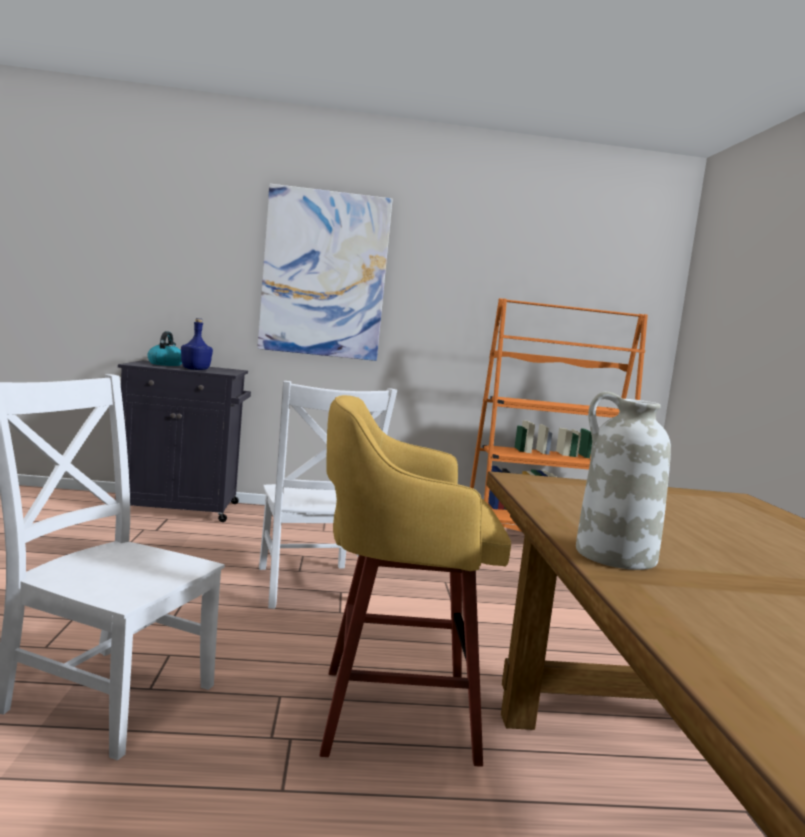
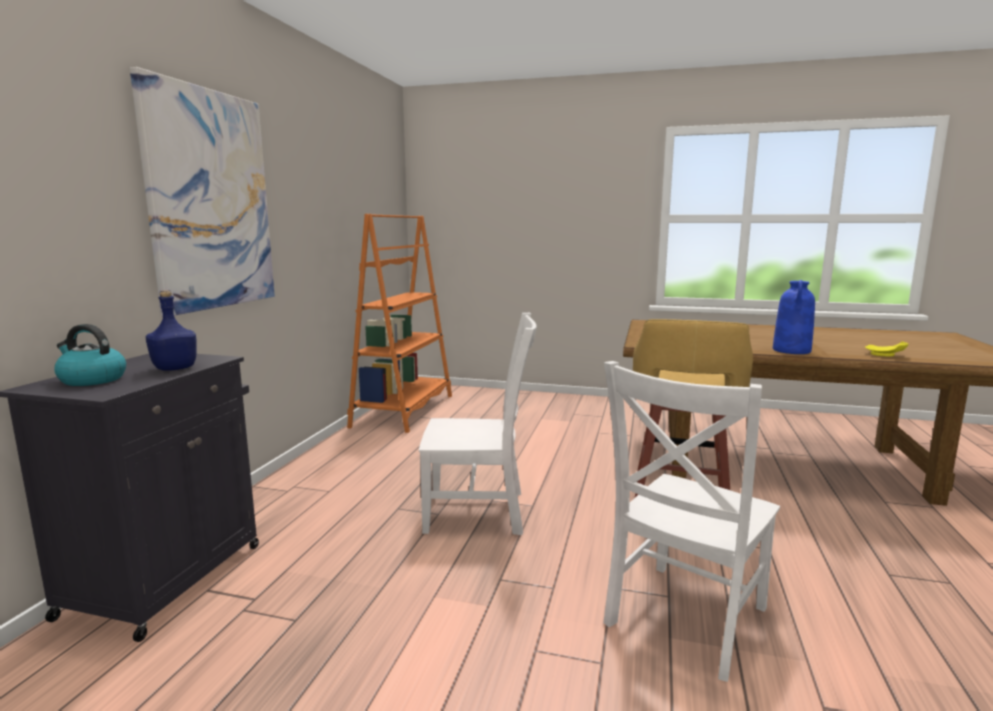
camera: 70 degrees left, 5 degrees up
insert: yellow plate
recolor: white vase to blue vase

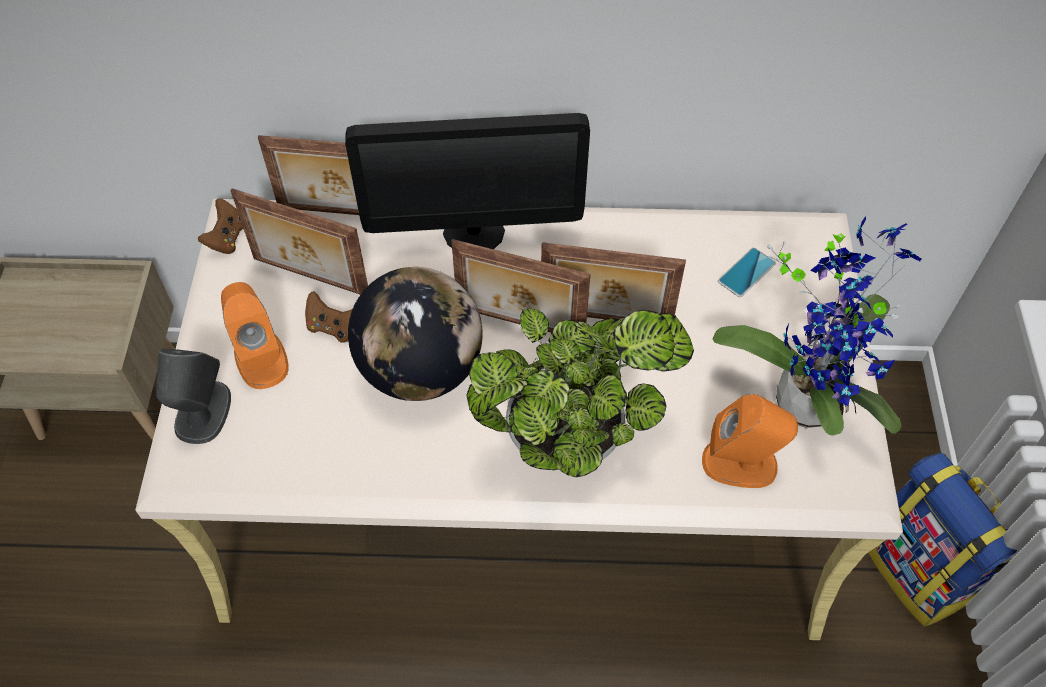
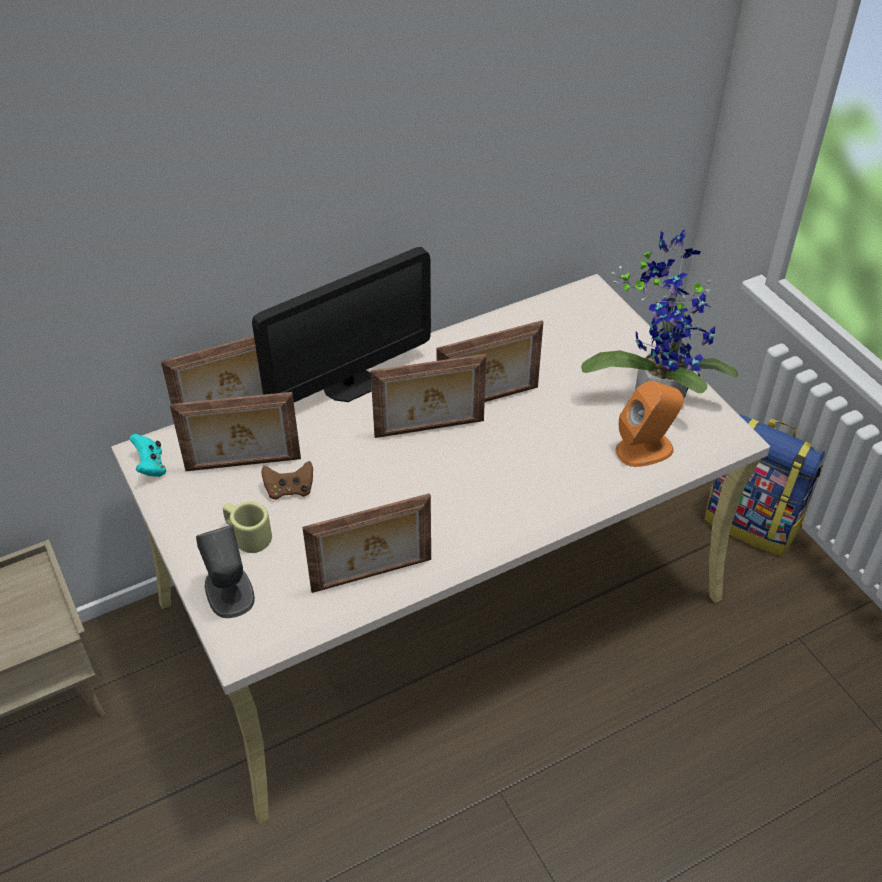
camera: 30 degrees left, 10 degrees down
delete: globe; potted plant (1st from left); phone
insert: picture frame (3rd from left)
replace: orange speaker (1st from left) to beige mug
recolor: brown game controller (1st from left) to turquoise game controller

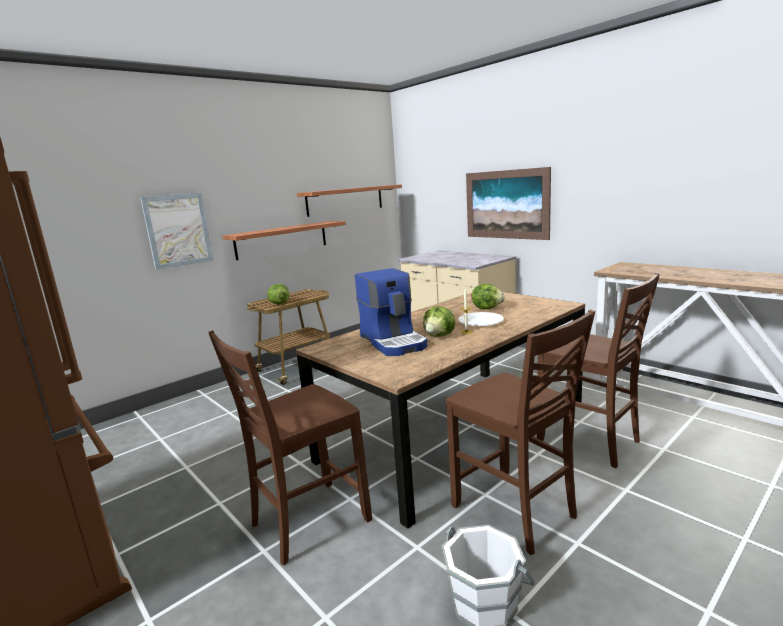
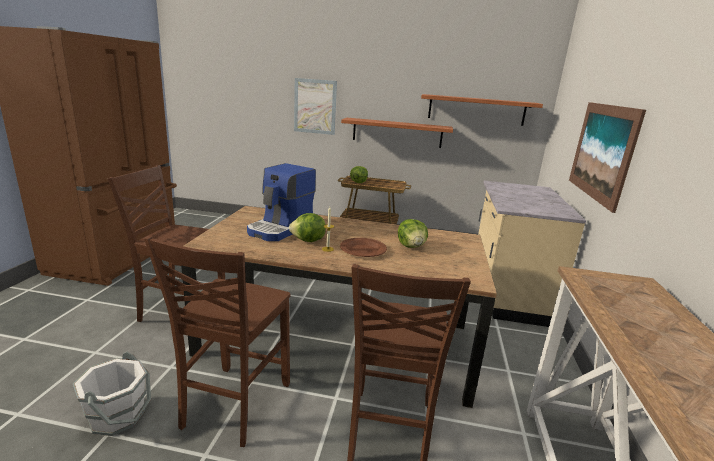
camera: 50 degrees right, 5 degrees up
recolor: white plate to brown plate

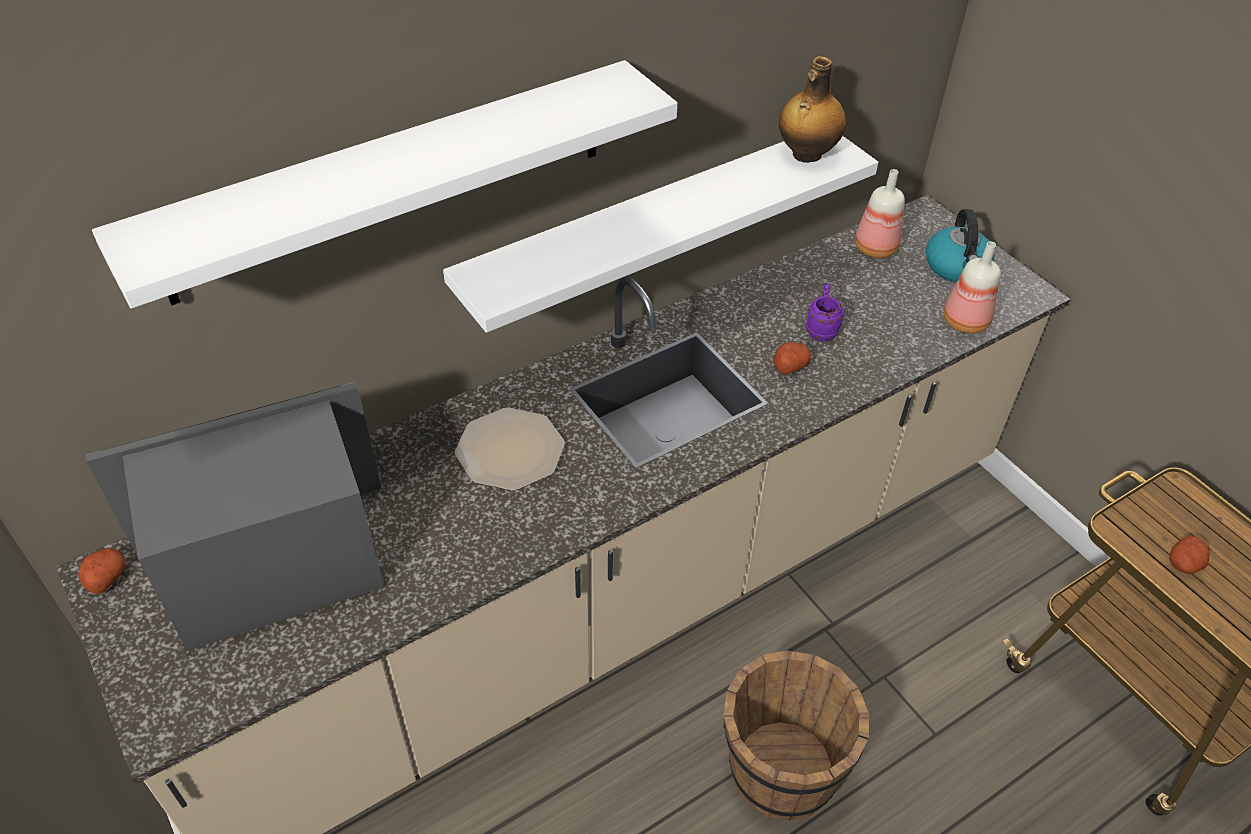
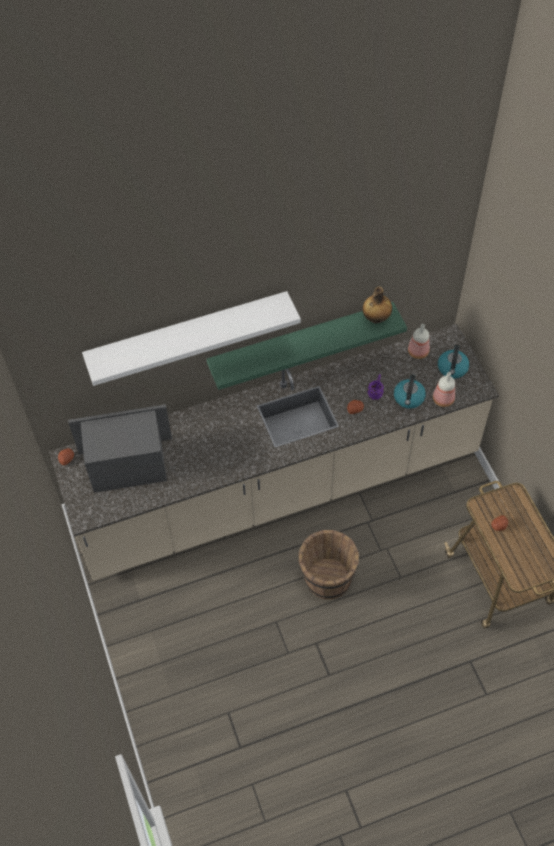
camera: 15 degrees right, 10 degrees up
delete: plate
insert: kettle (1st from left)
recolor: white shelf (2nd from left) to green shelf

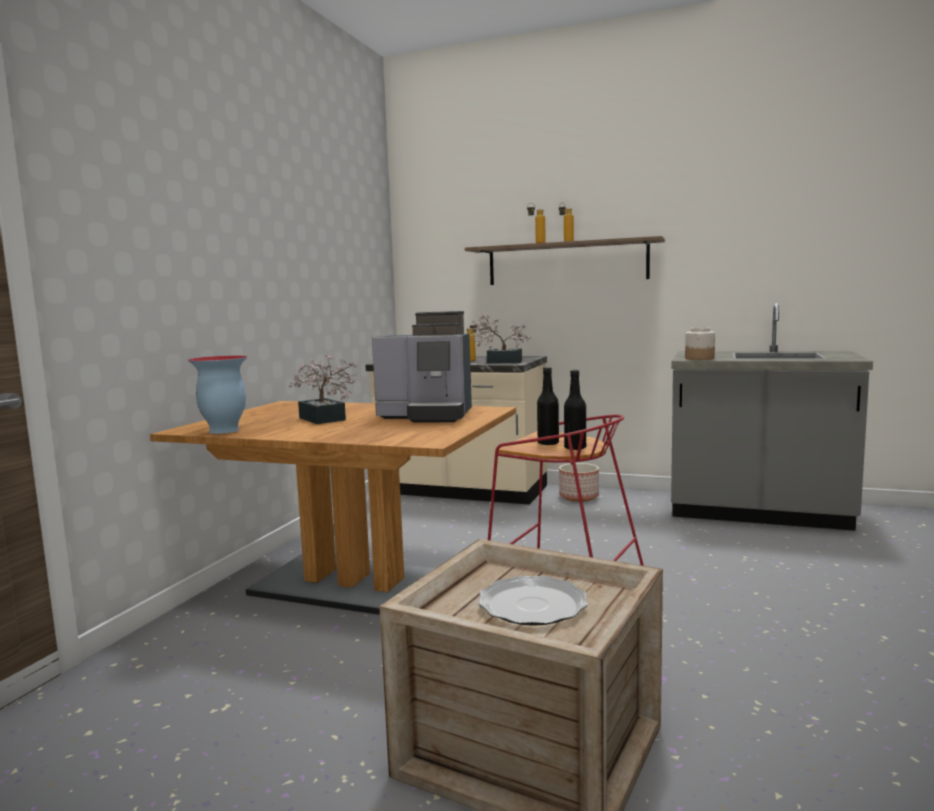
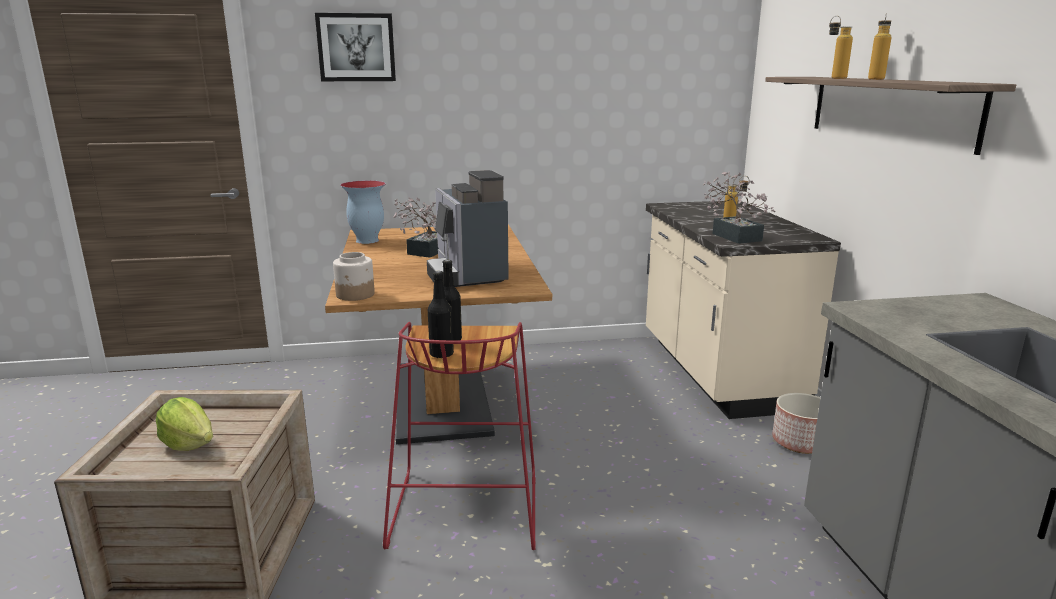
camera: 60 degrees right, 10 degrees up
insert: picture
move: jar
replace: plate to lettuce

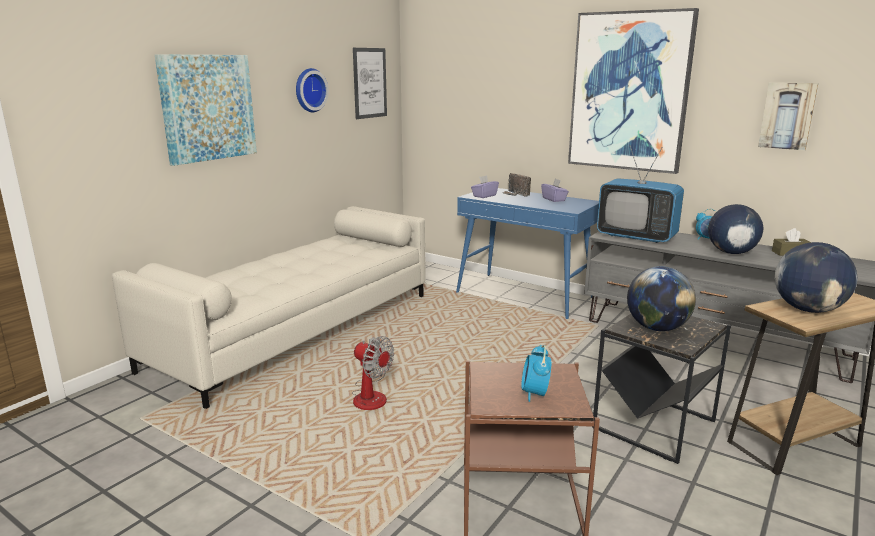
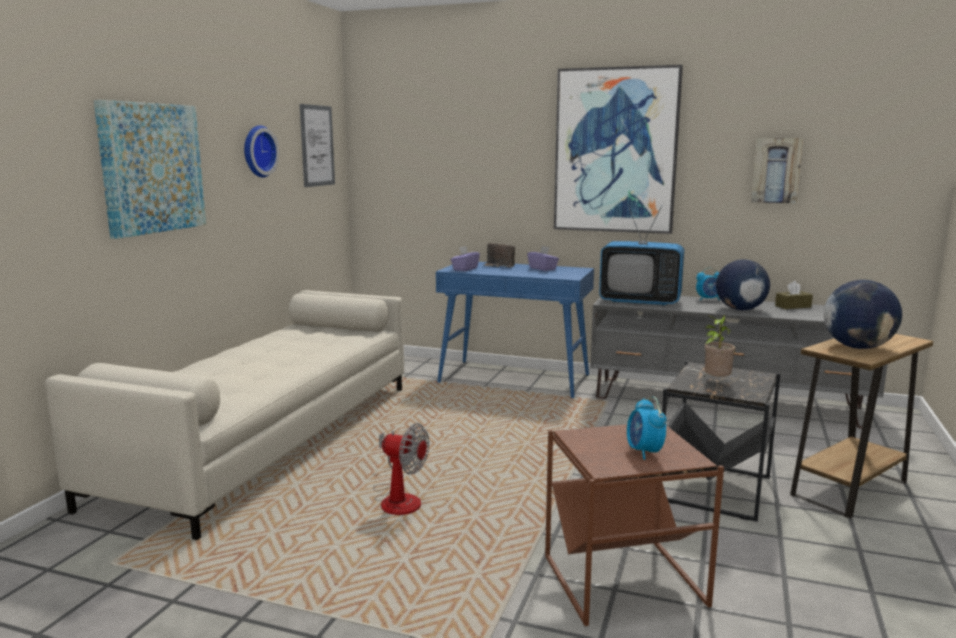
camera: 15 degrees left, 5 degrees down
replace: globe (1st from left) to potted plant

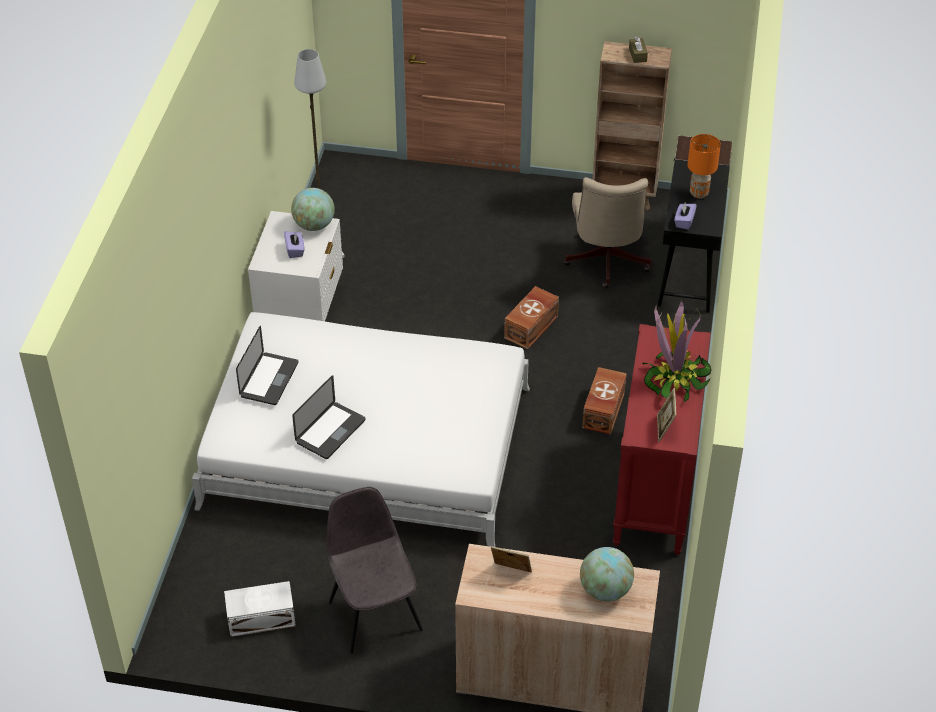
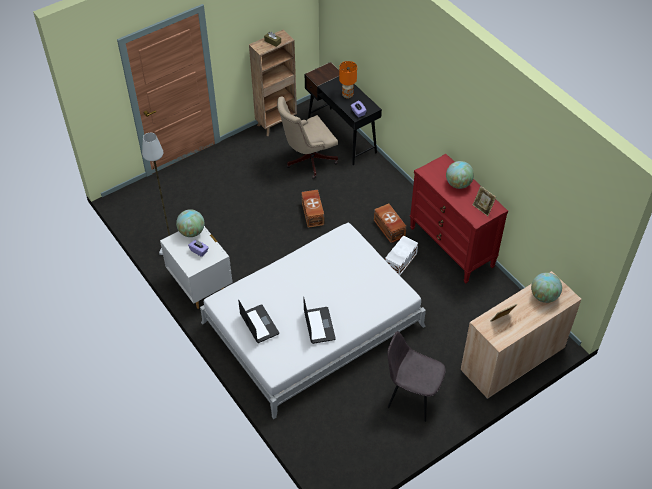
camera: 45 degrees left, 5 degrees up
move: white storage box
replace: potted plant to globe (2nd from left)
rotate: beige office chair 105 degrees clockwise

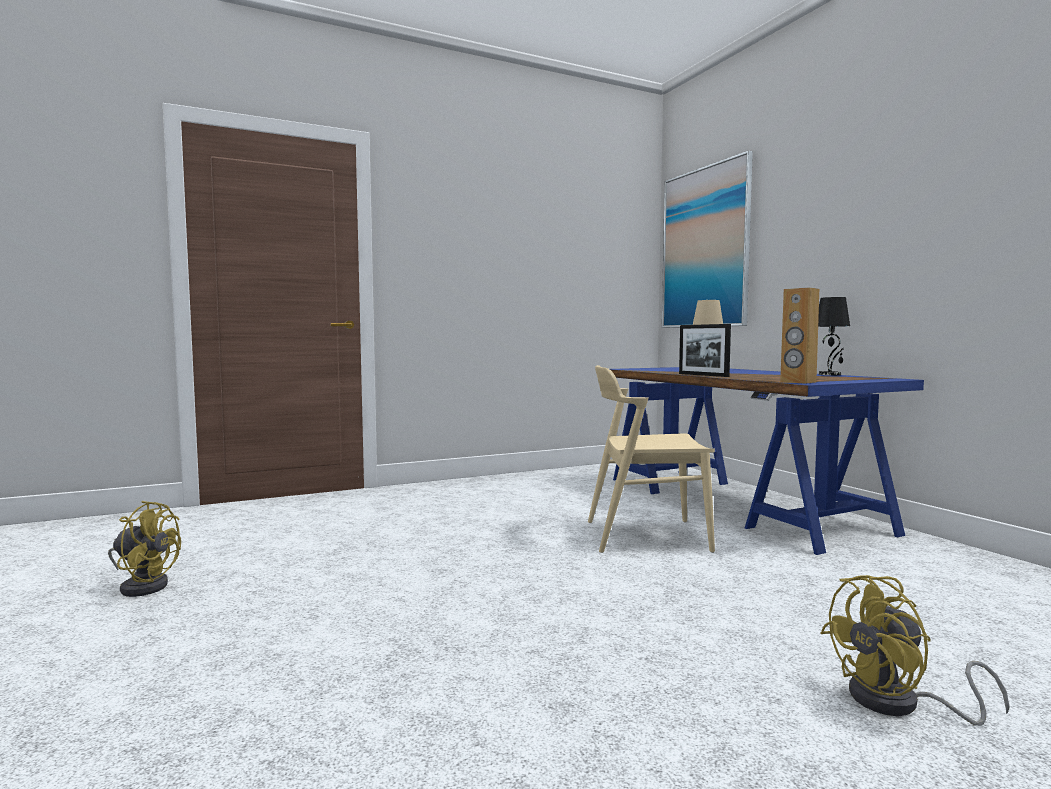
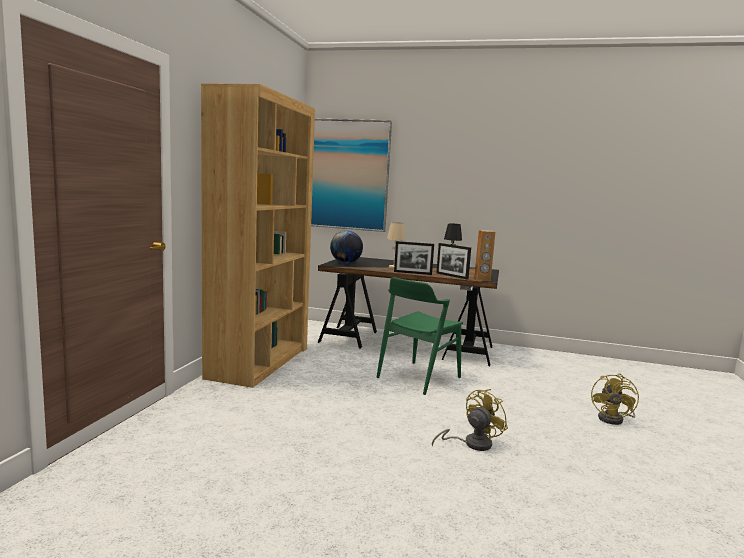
camera: 50 degrees left, 5 degrees up
insert: brown bookcase; globe; picture frame (2nd from left)
move: yellow fan (1st from left)
recolor: blue desk to black desk; beige chair to green chair

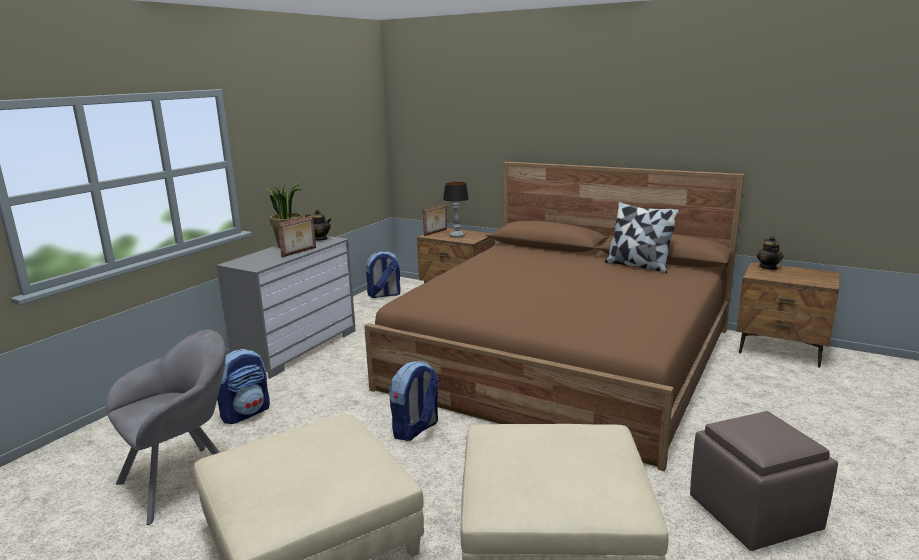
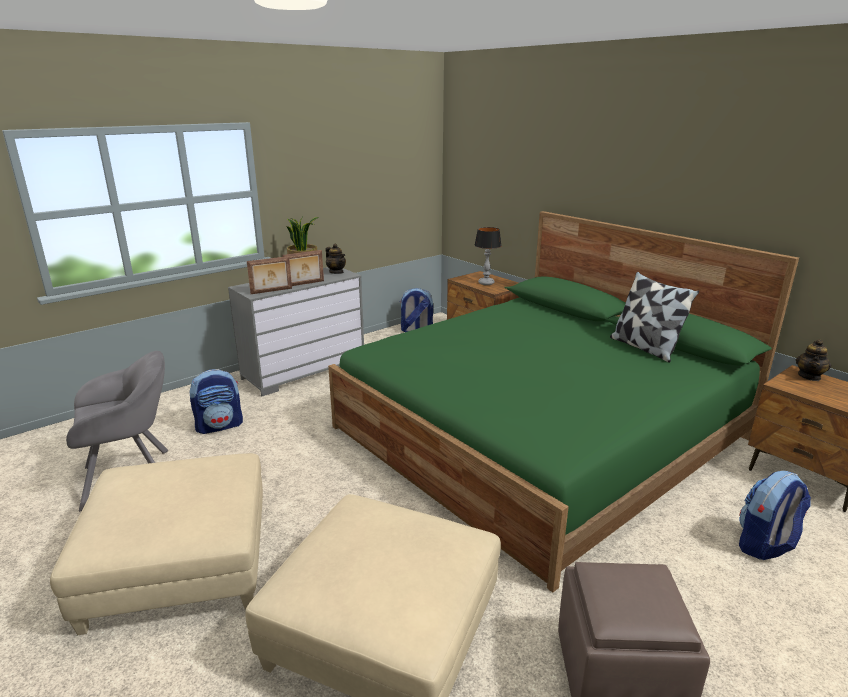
camera: 20 degrees right, 5 degrees up
move: picture frame (2nd from left in the first image) to picture frame (1st from left); backpack (3rd from left)
recolor: brown bed to green bed

